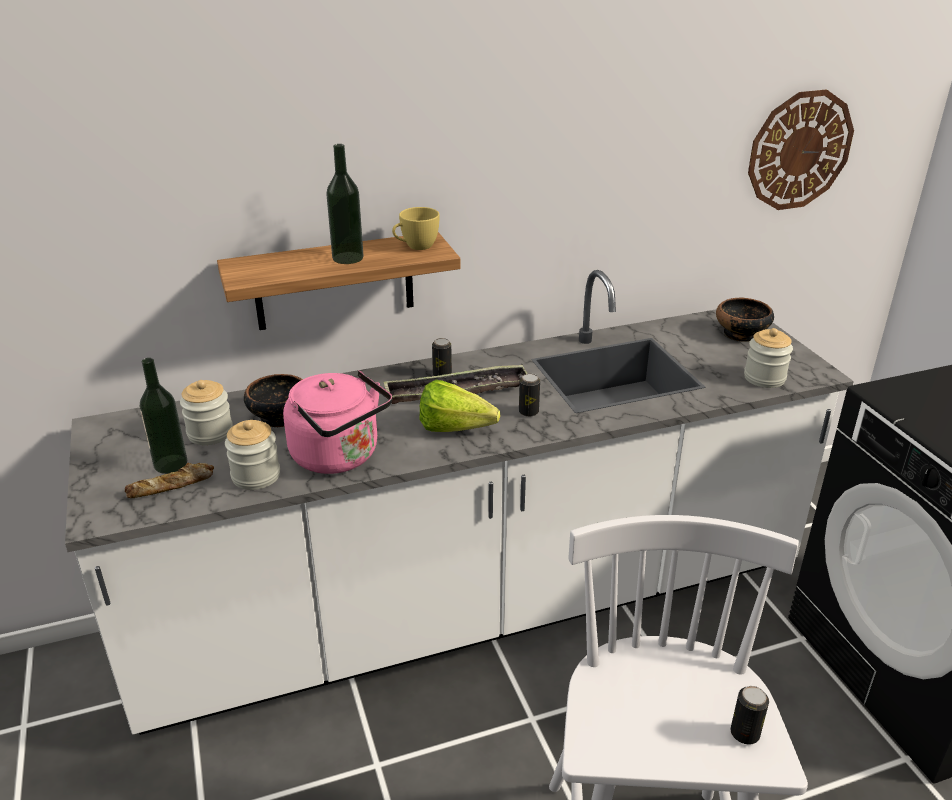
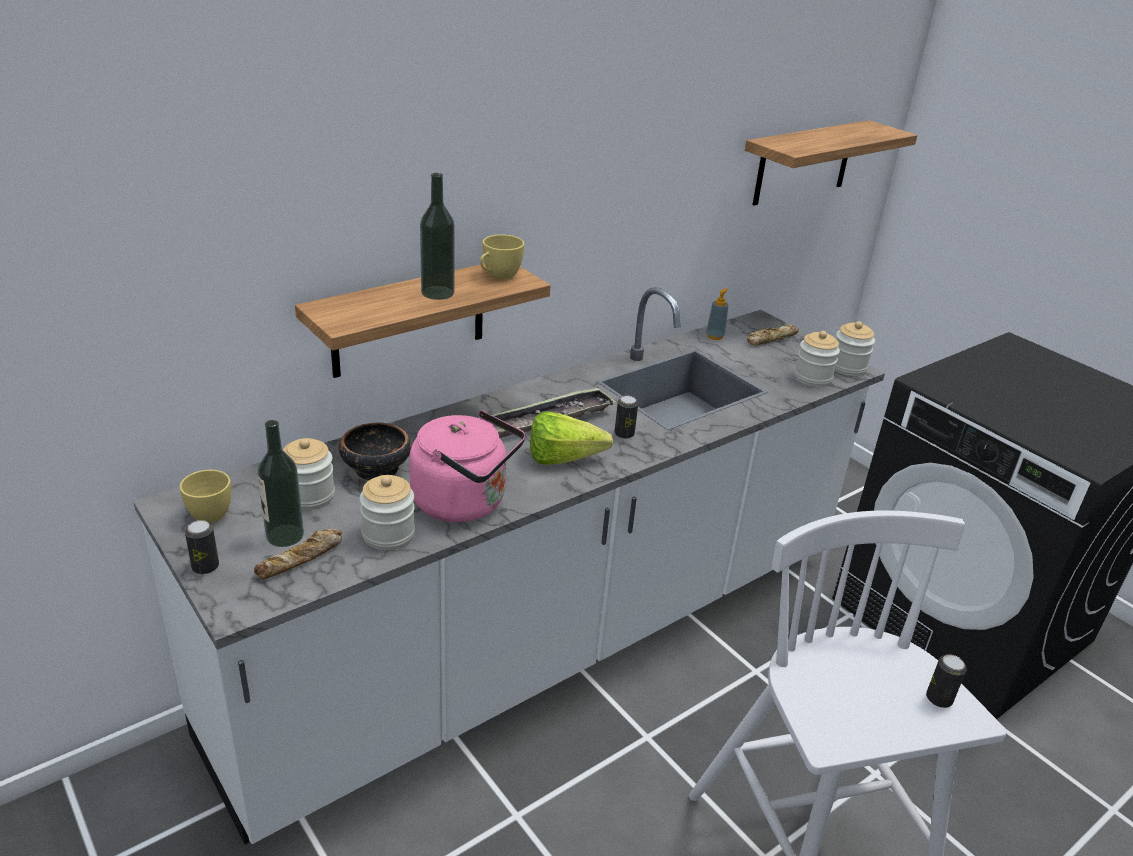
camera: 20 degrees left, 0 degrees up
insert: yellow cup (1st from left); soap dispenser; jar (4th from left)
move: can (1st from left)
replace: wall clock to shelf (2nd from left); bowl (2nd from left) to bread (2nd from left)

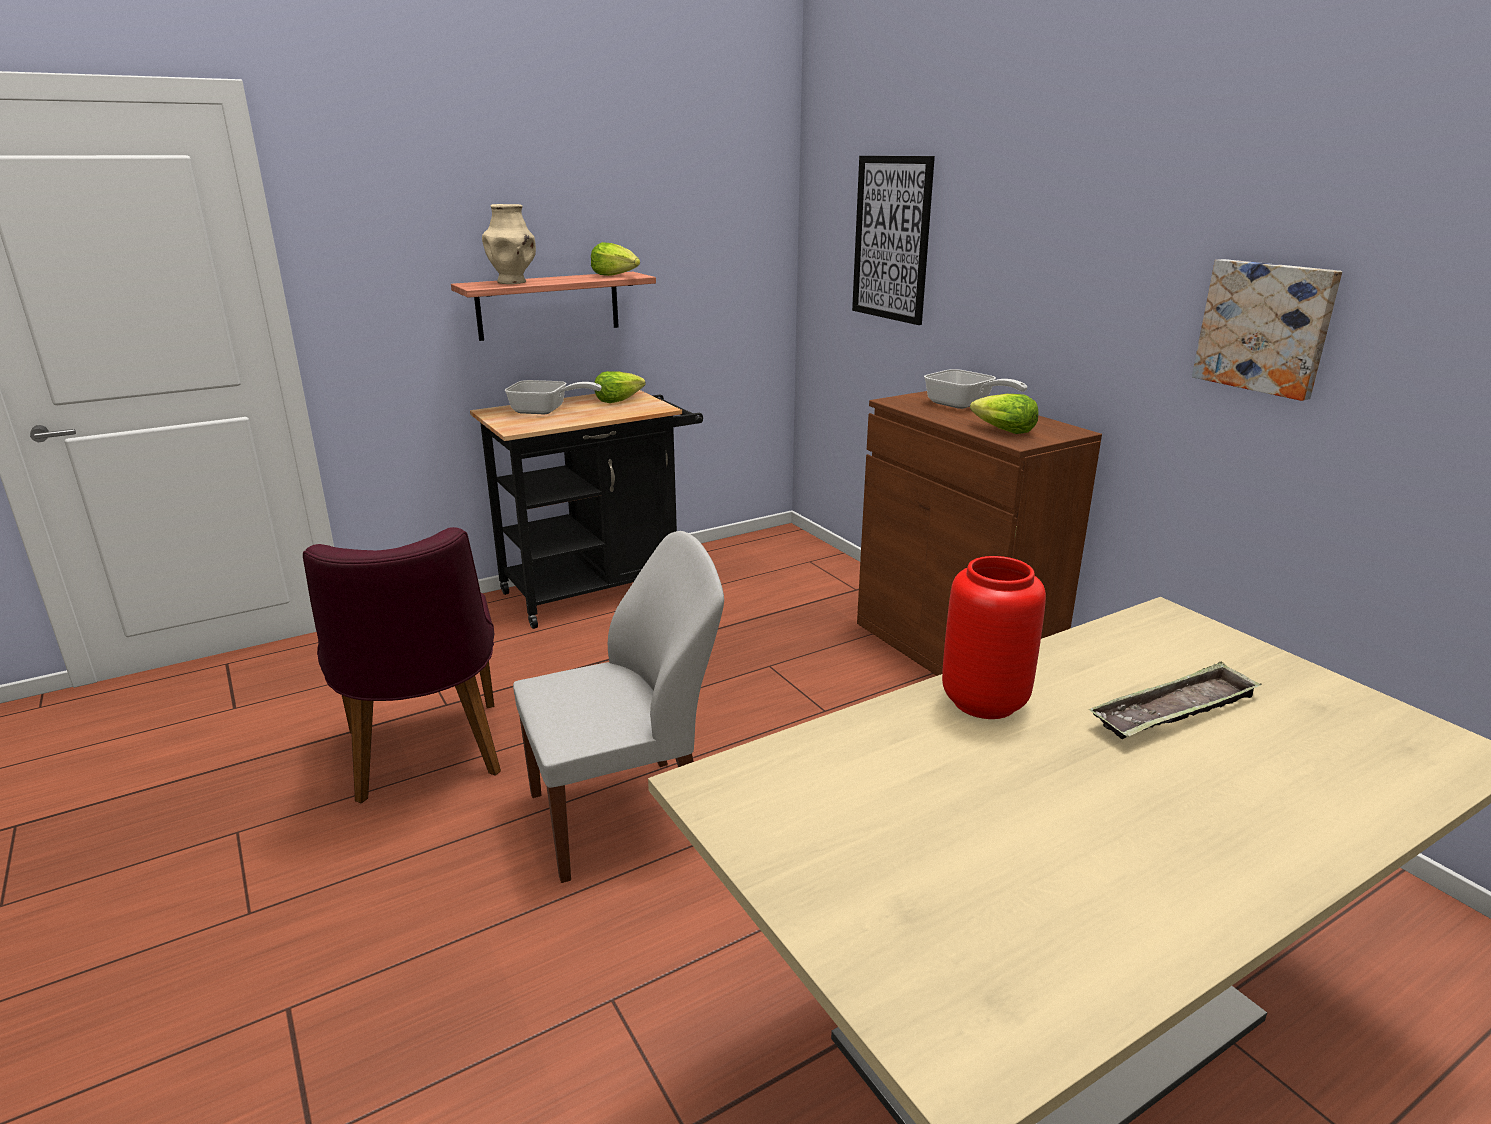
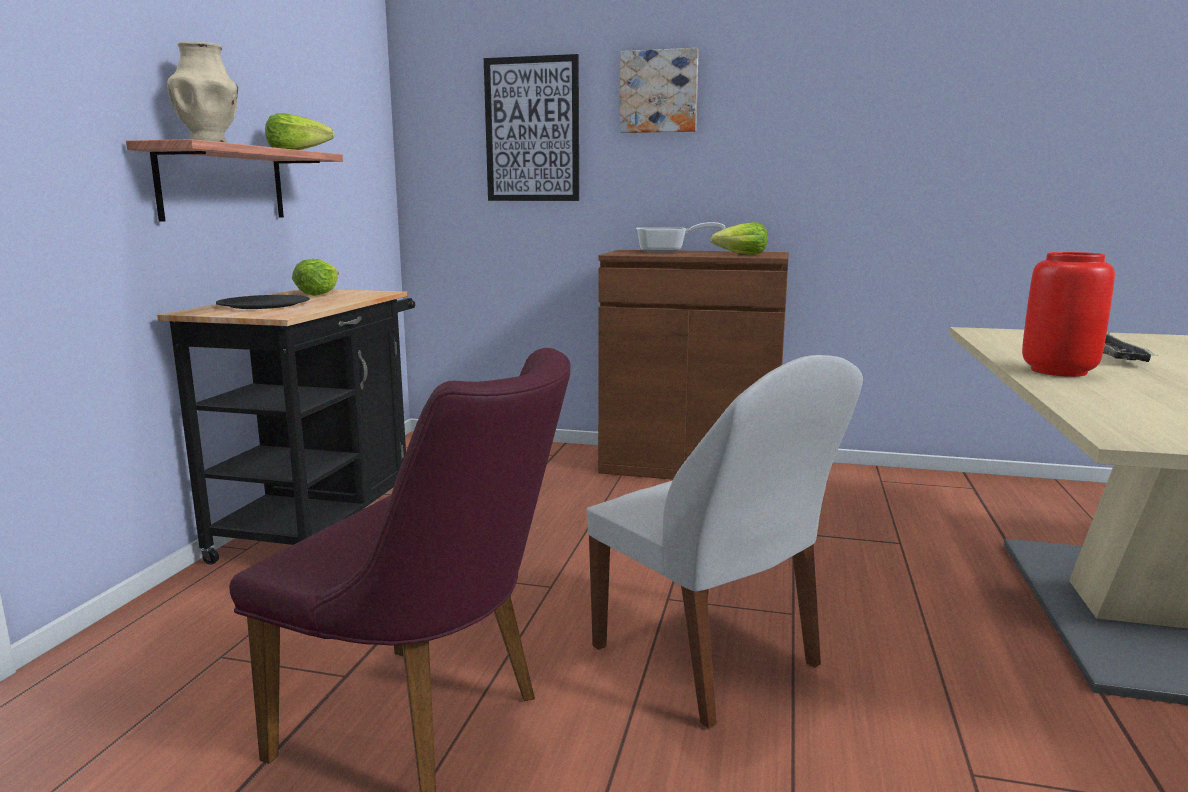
camera: 45 degrees left, 10 degrees down
move: picture (2nd from left)
replace: frying pan (1st from left) to black plate
rotate: white chair 120 degrees clockwise

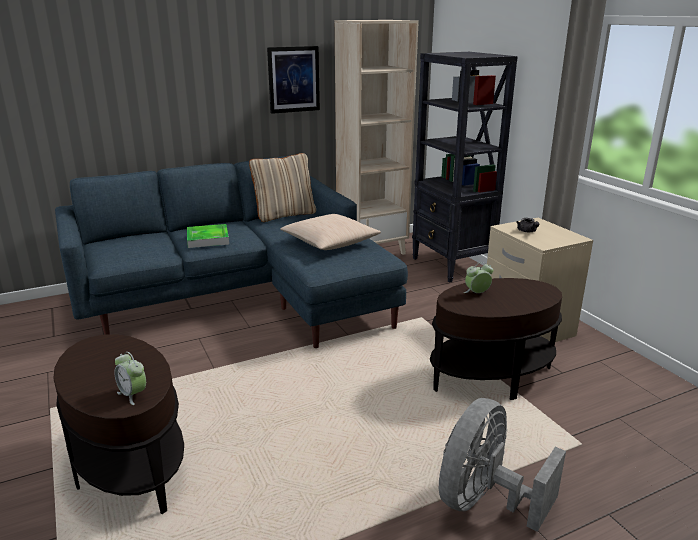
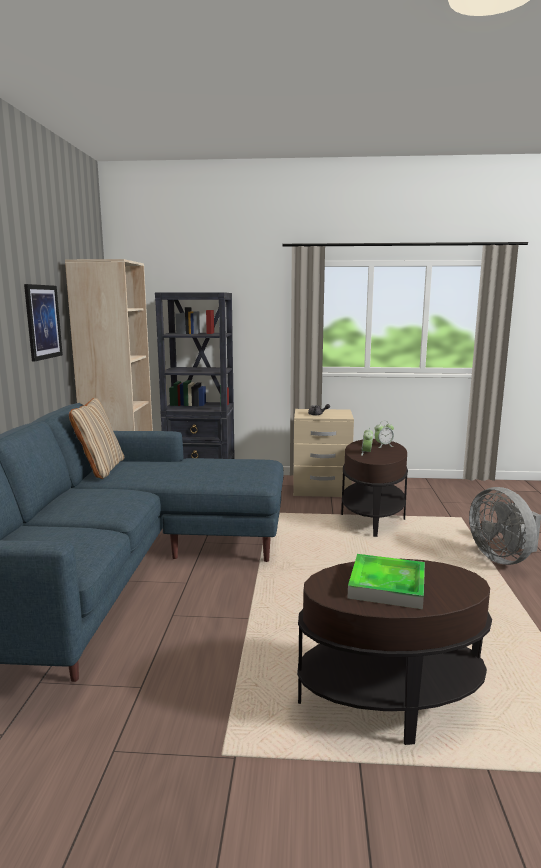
camera: 60 degrees left, 10 degrees down
delete: beige pillow (2nd from left)
move: tray; alarm clock (1st from left in the first image) to alarm clock (2nd from left)

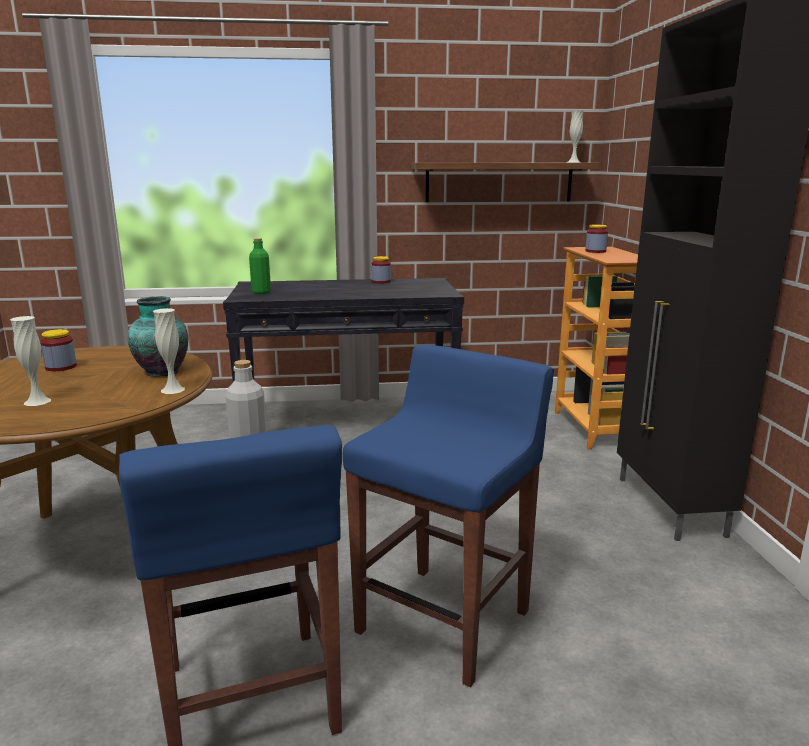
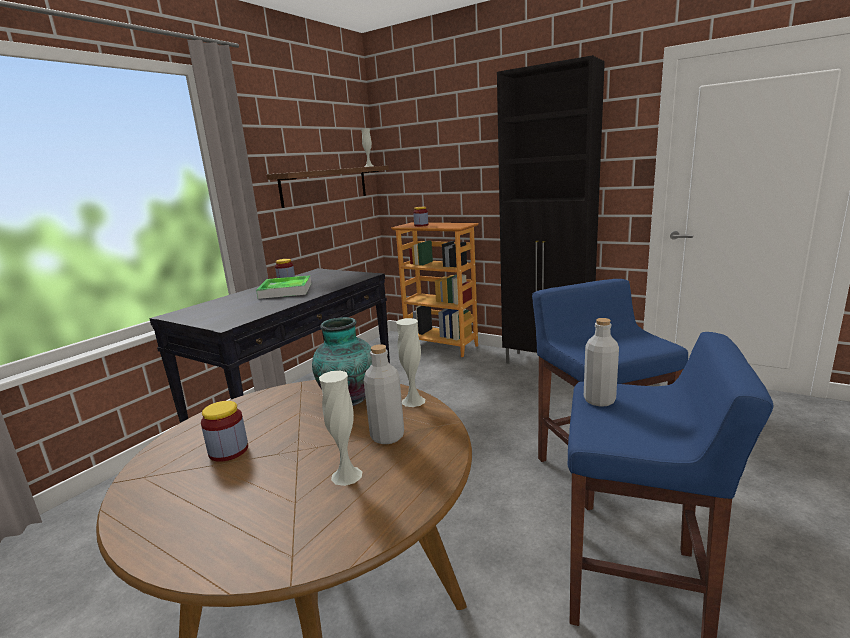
camera: 50 degrees left, 0 degrees up
delete: green bottle
insert: tray; grey bottle (1st from left)

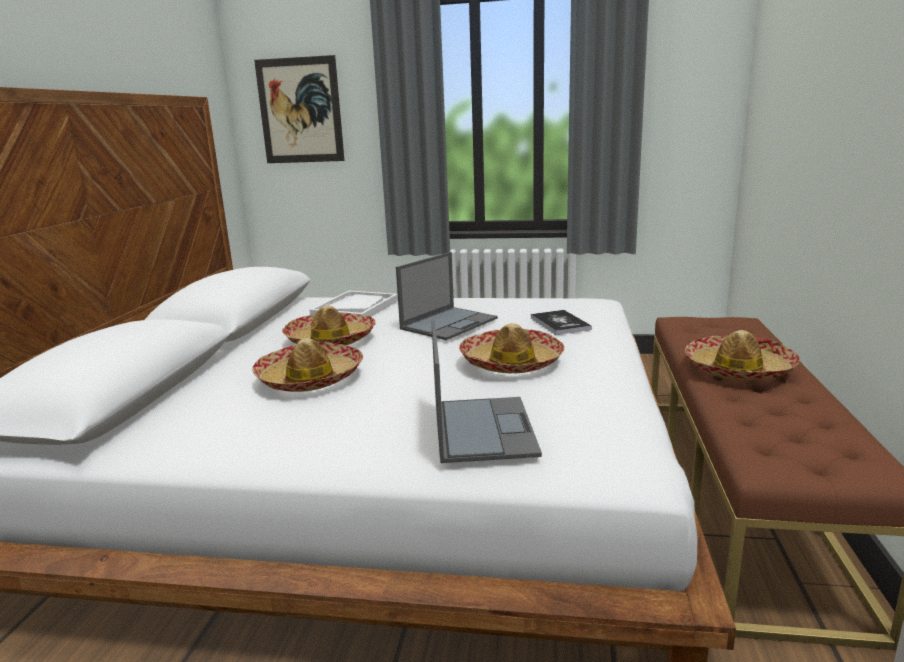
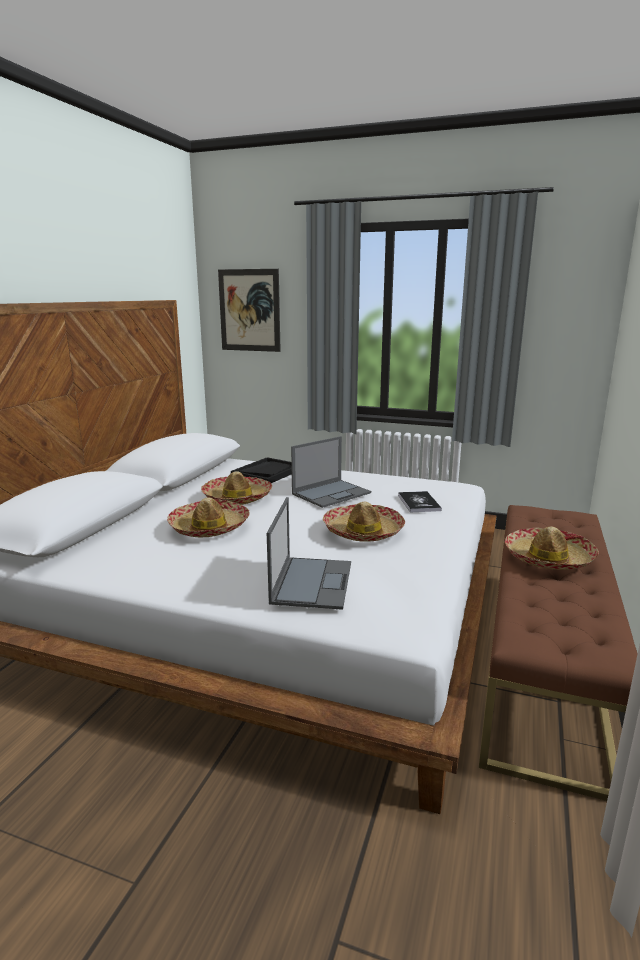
camera: 10 degrees right, 0 degrees up
recolor: white tray to black tray

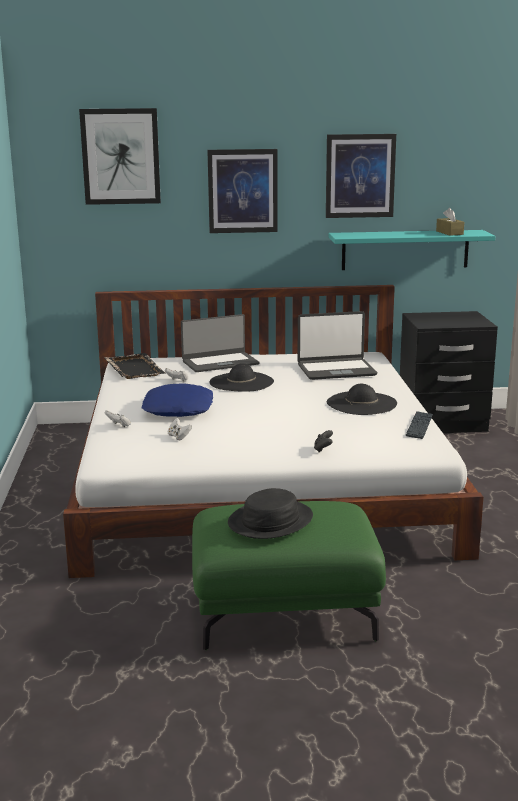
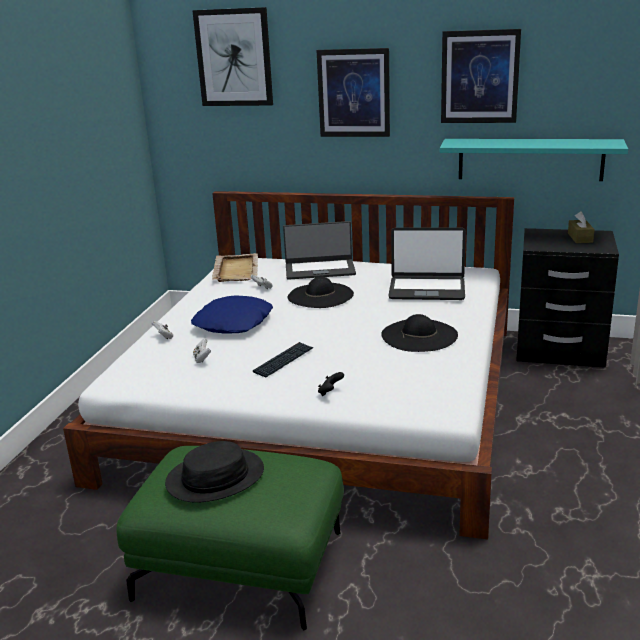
camera: 20 degrees right, 5 degrees up
move: keyboard; brown tissue box
recolor: black tray to beige tray

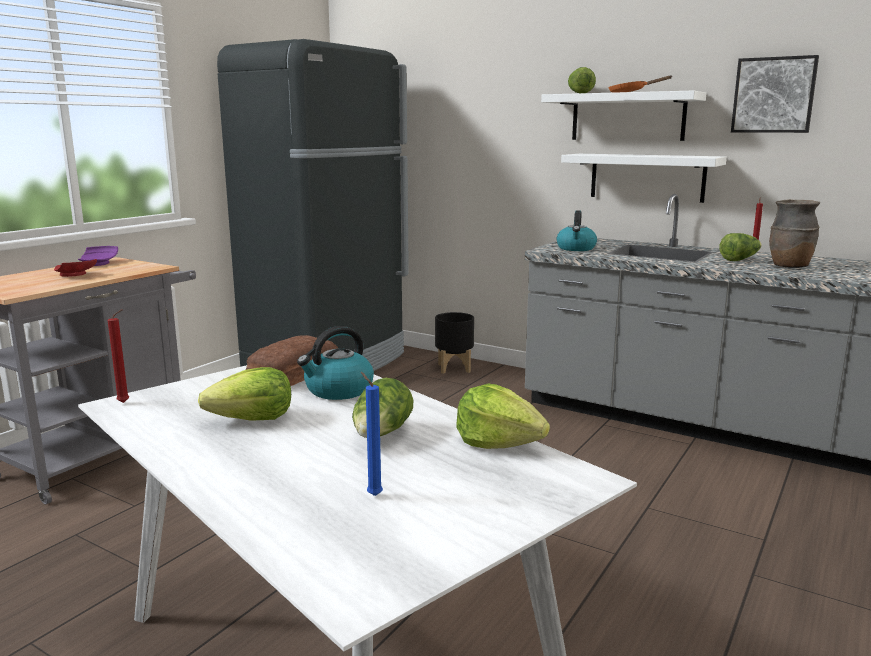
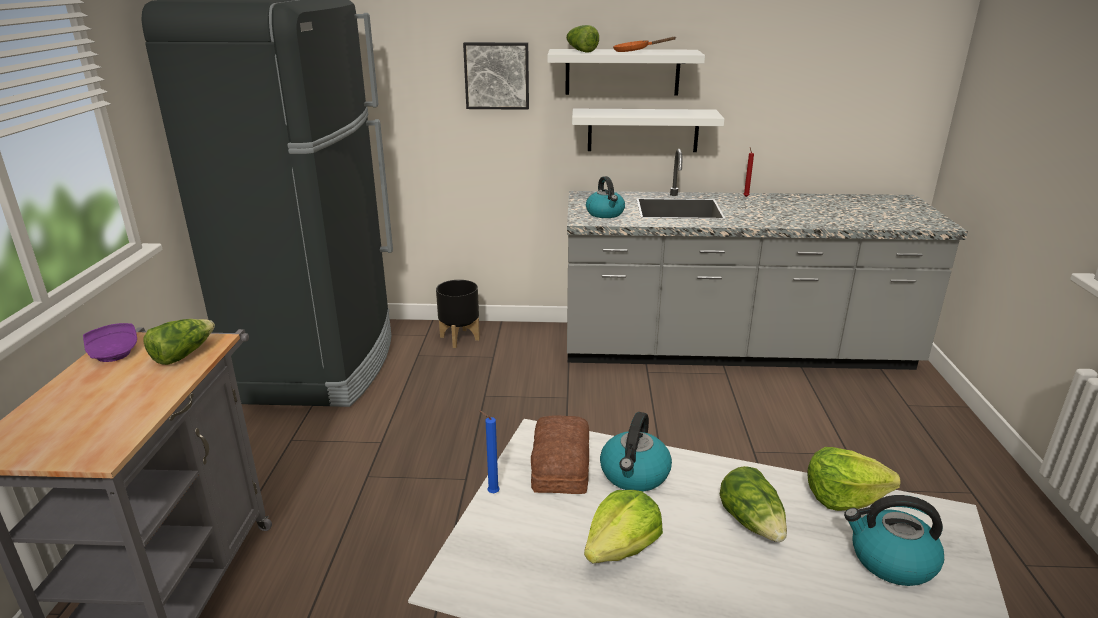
camera: 30 degrees left, 10 degrees up
delete: red plate; red candle (1st from left); brown vase
insert: kettle (3rd from left)
move: lettuce (5th from left in the first image) to lettuce (1st from left); picture; blue candle

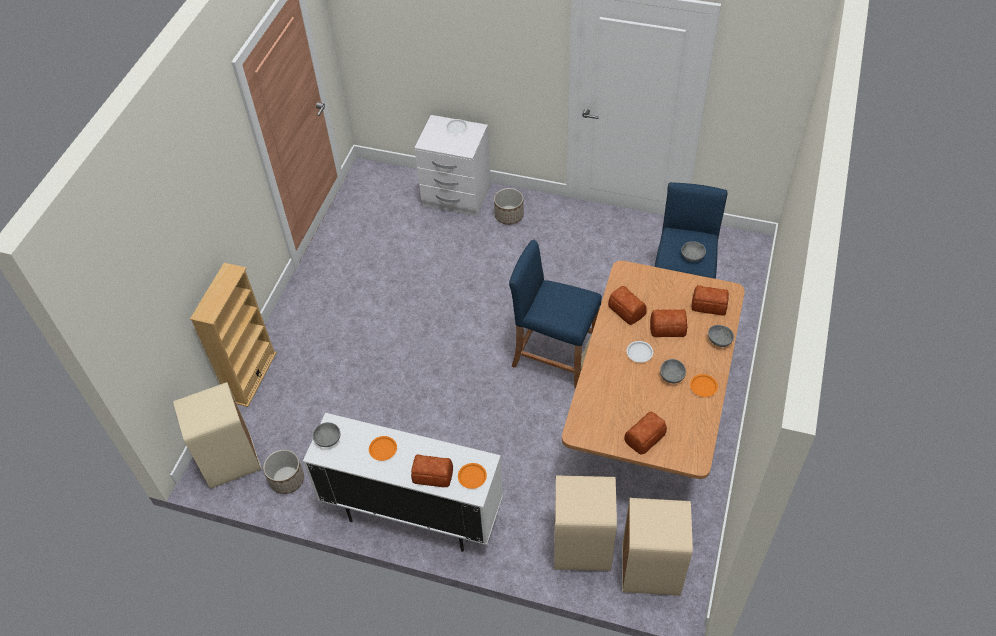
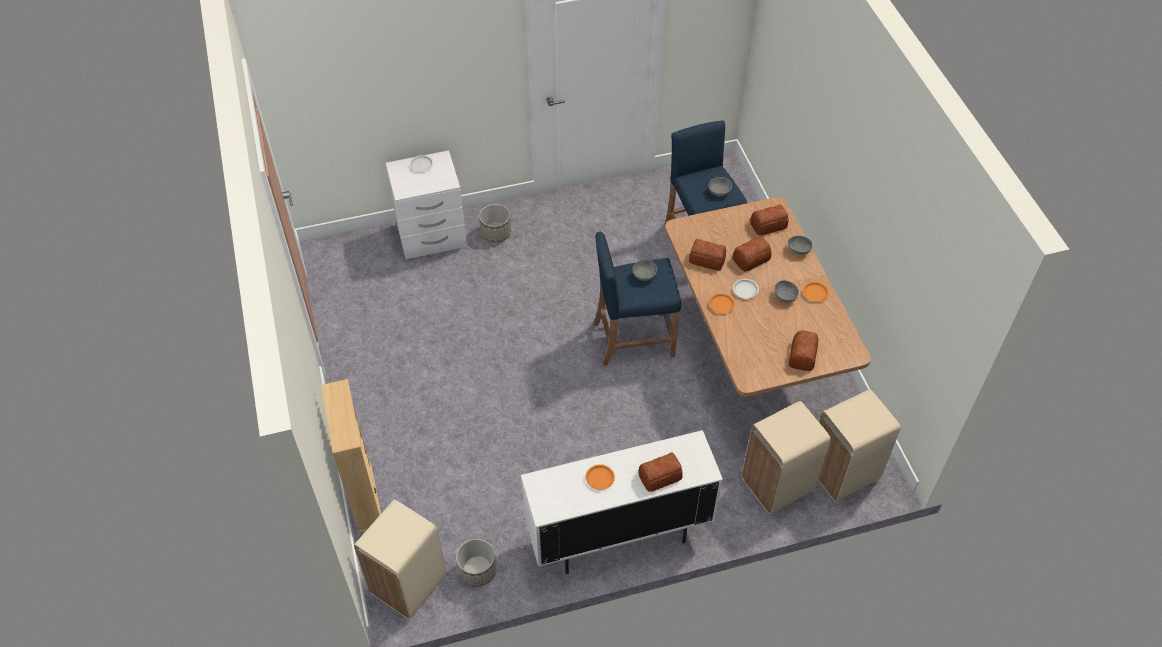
camera: 35 degrees left, 0 degrees up
move: grey bowl (1st from left); orange plate (2nd from left)

